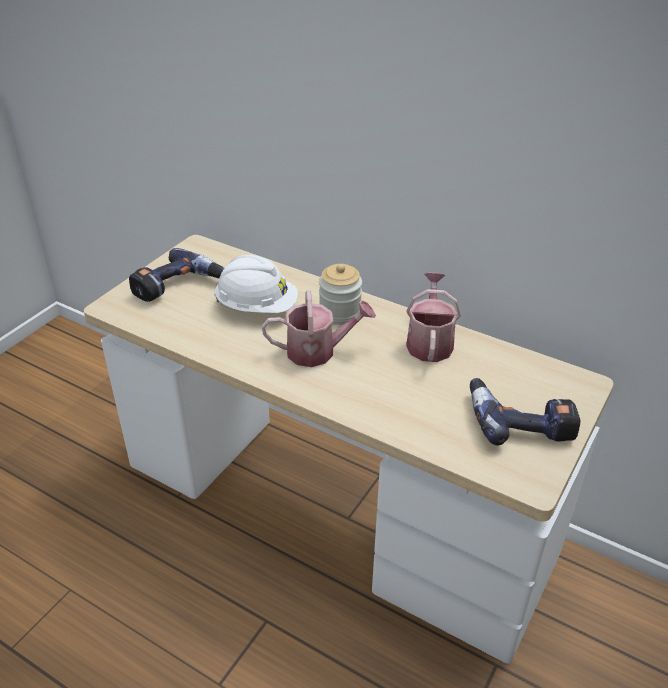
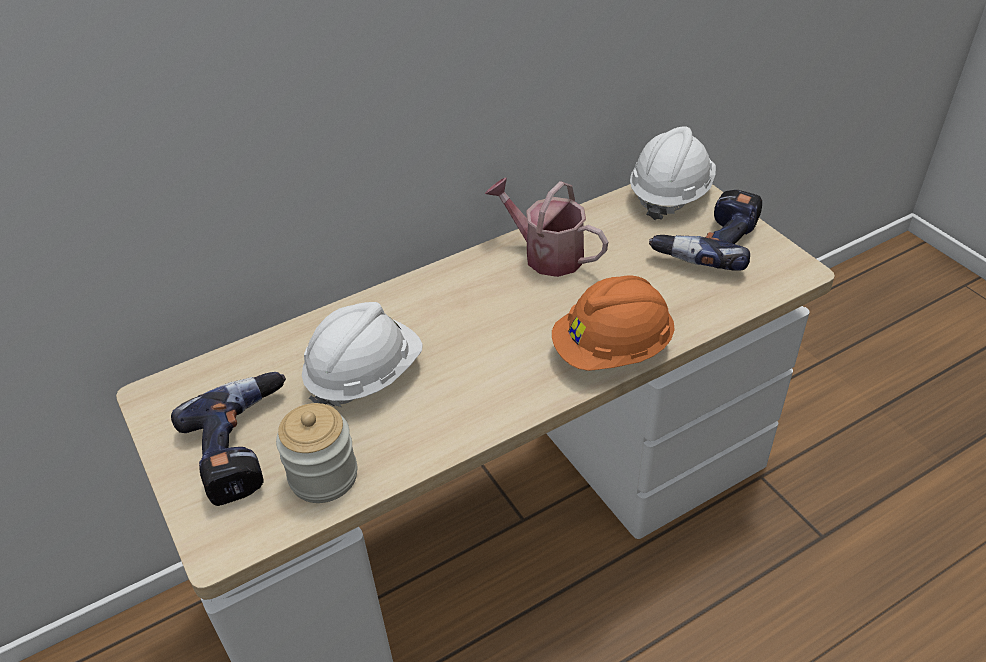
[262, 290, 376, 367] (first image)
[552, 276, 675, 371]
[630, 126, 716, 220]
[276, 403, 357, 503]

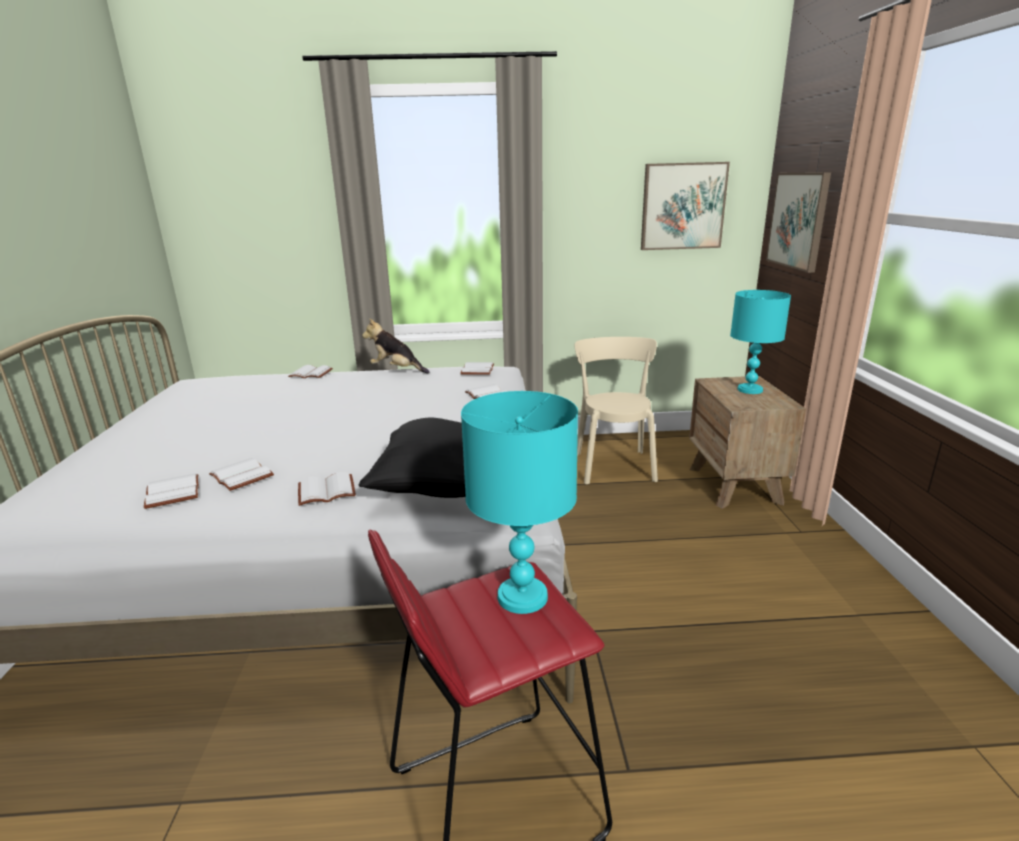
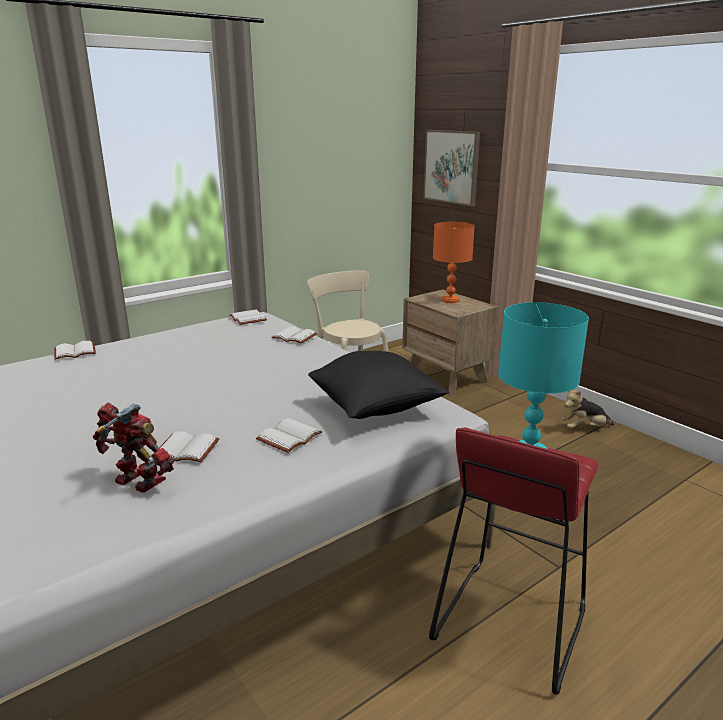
[641, 162, 730, 250] (first image)
[562, 390, 614, 428]
[93, 402, 174, 492]
[433, 222, 474, 303]

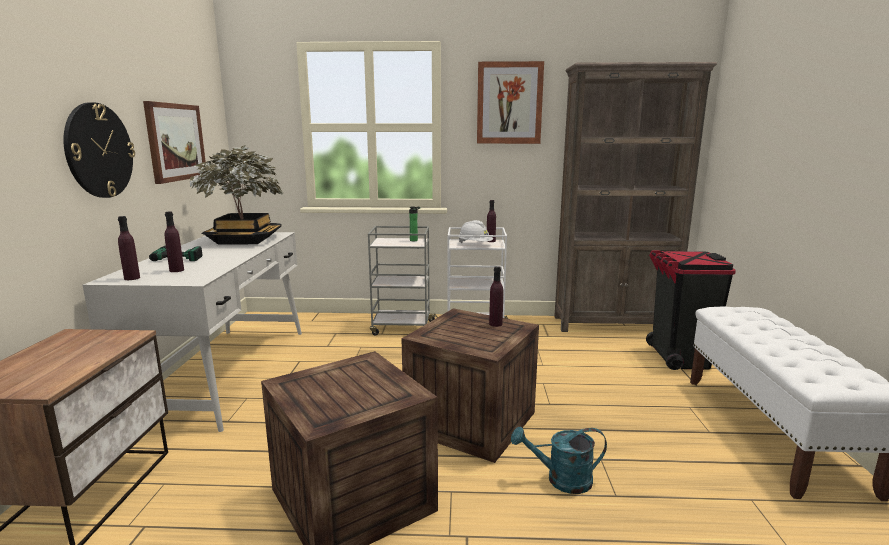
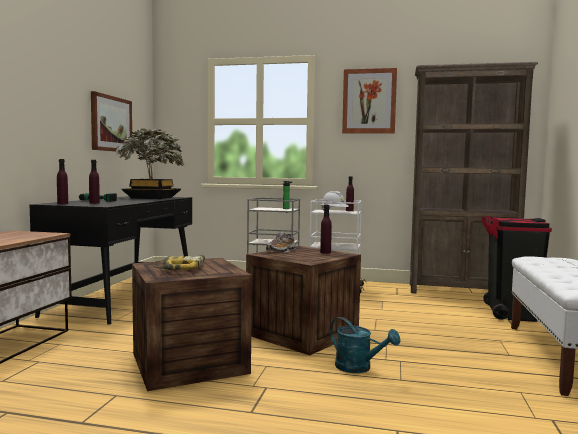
[63, 102, 135, 198] (first image)
[153, 255, 205, 270]
[266, 232, 295, 252]
[30, 196, 192, 325]
[330, 317, 401, 373]

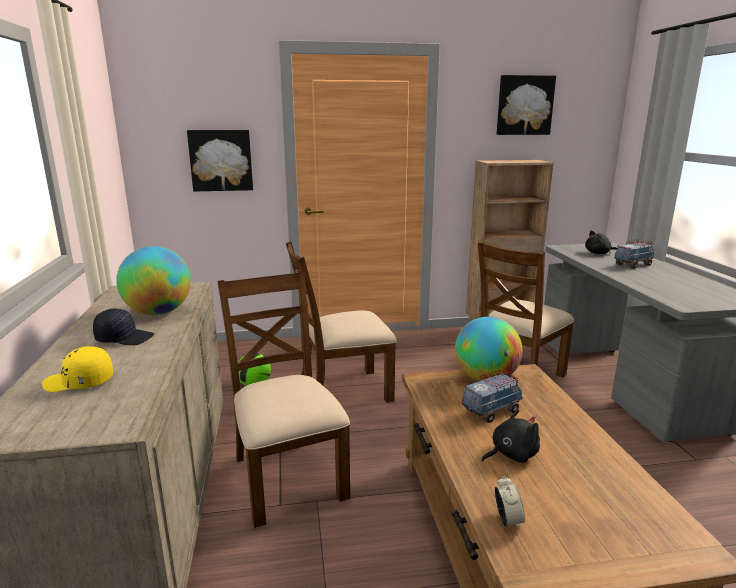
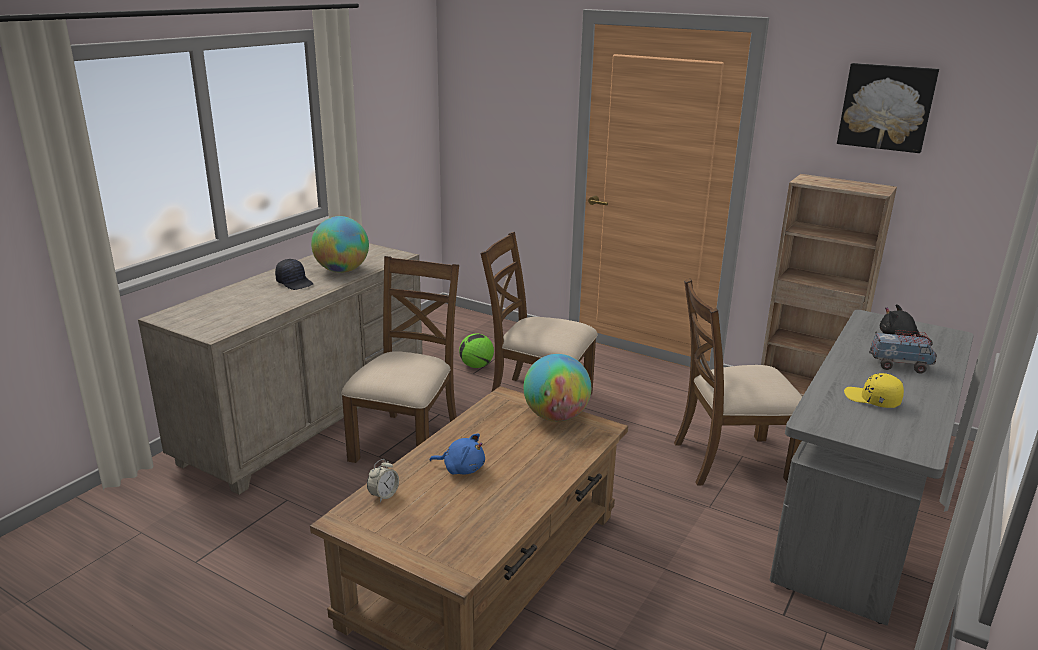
[187, 130, 253, 191] (first image)
[462, 370, 523, 423] (first image)
[844, 373, 904, 408]
[429, 433, 485, 474]

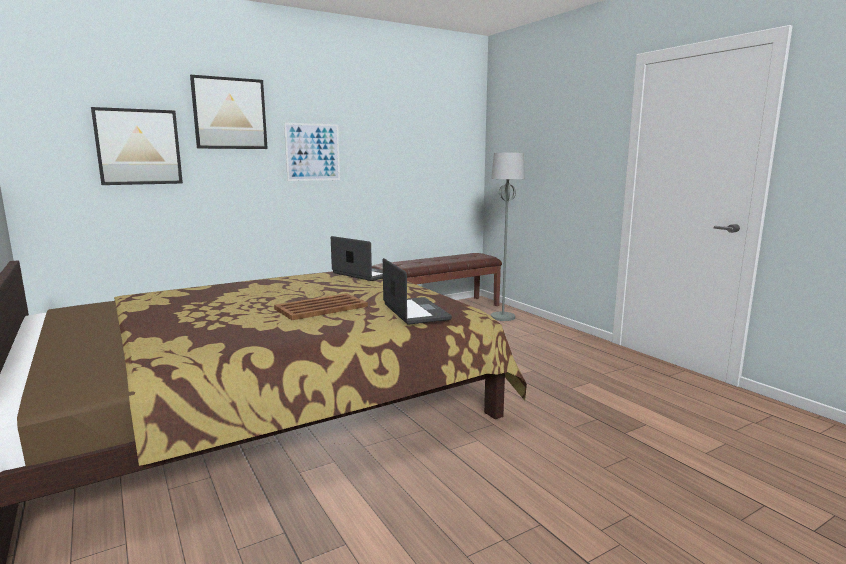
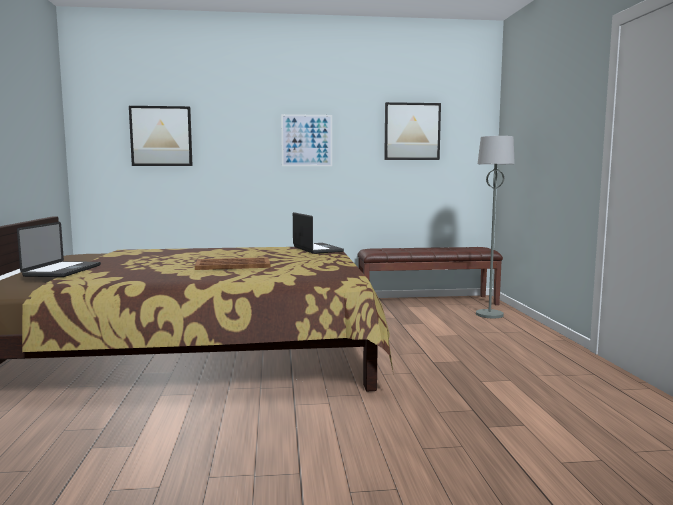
[384, 102, 441, 160]
[17, 222, 101, 277]

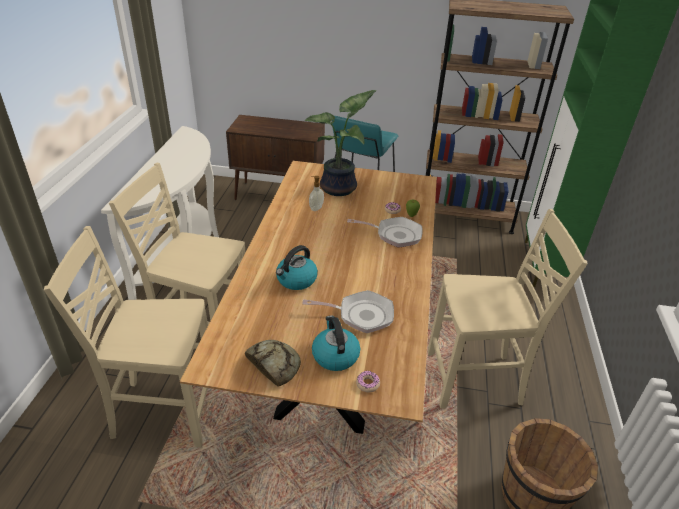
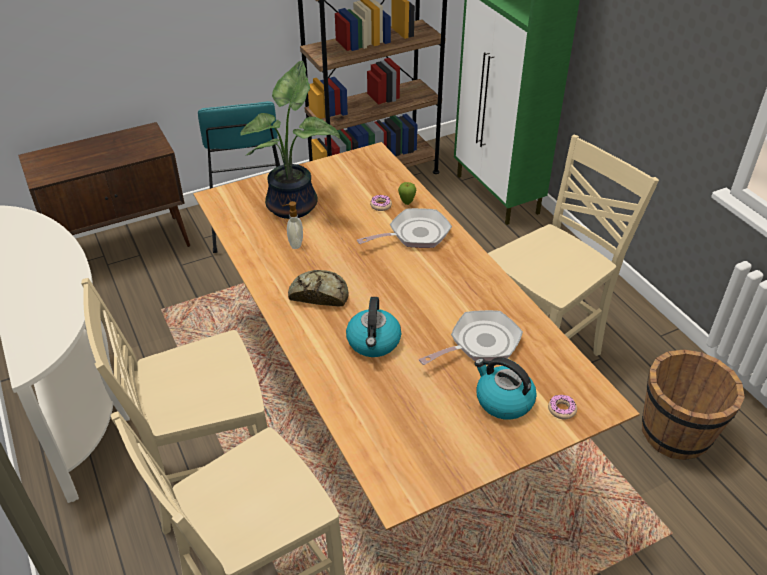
[288, 270, 349, 306]

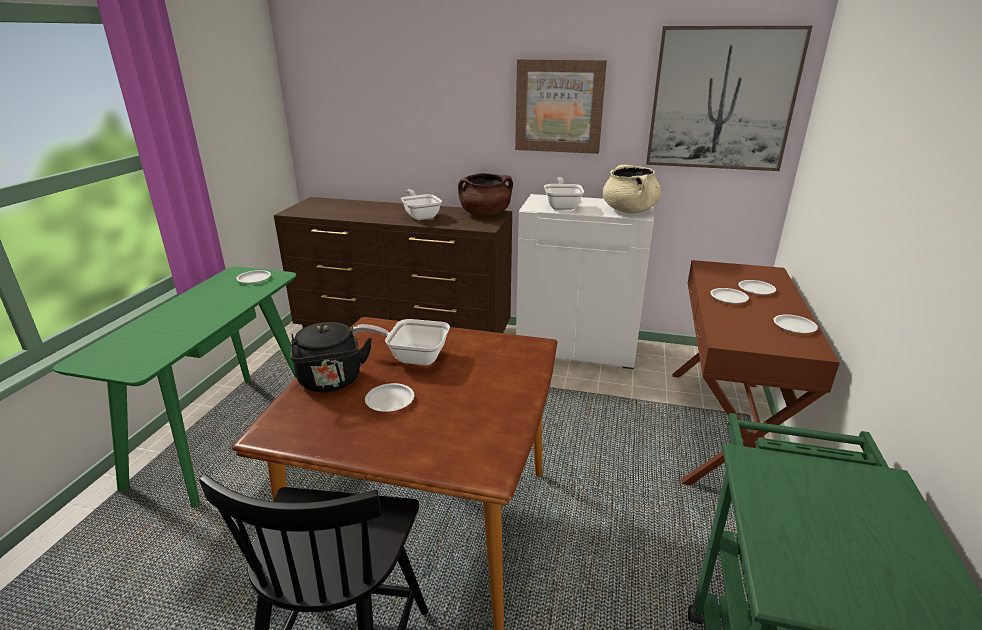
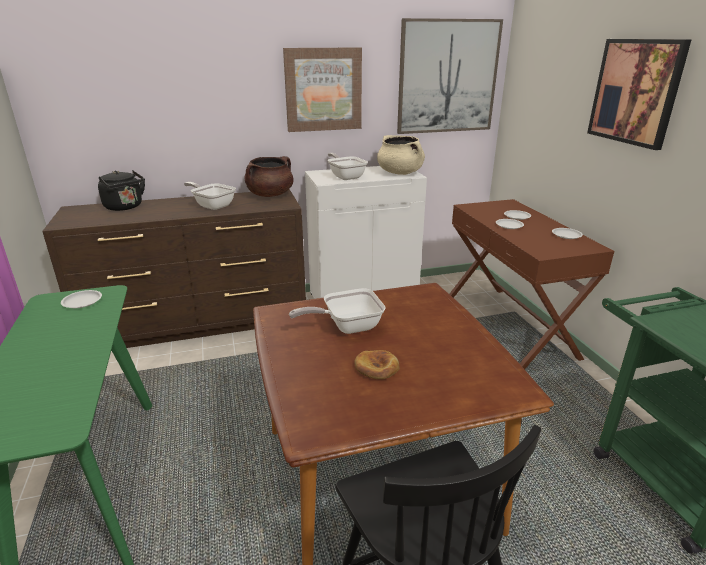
[587, 39, 691, 150]
[98, 170, 145, 211]
[355, 350, 400, 379]

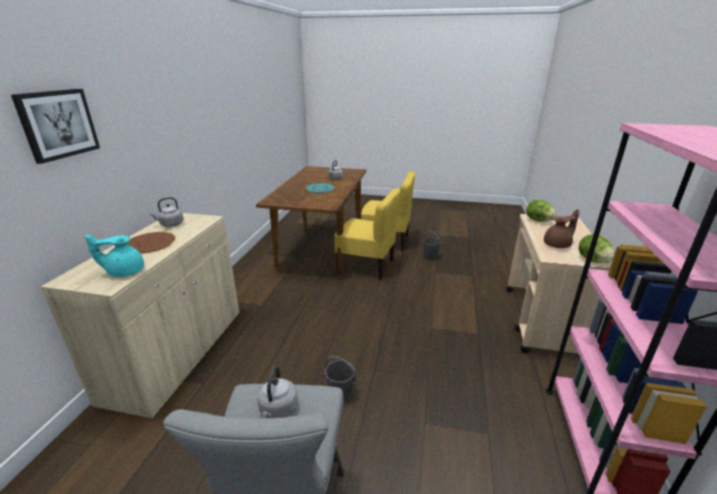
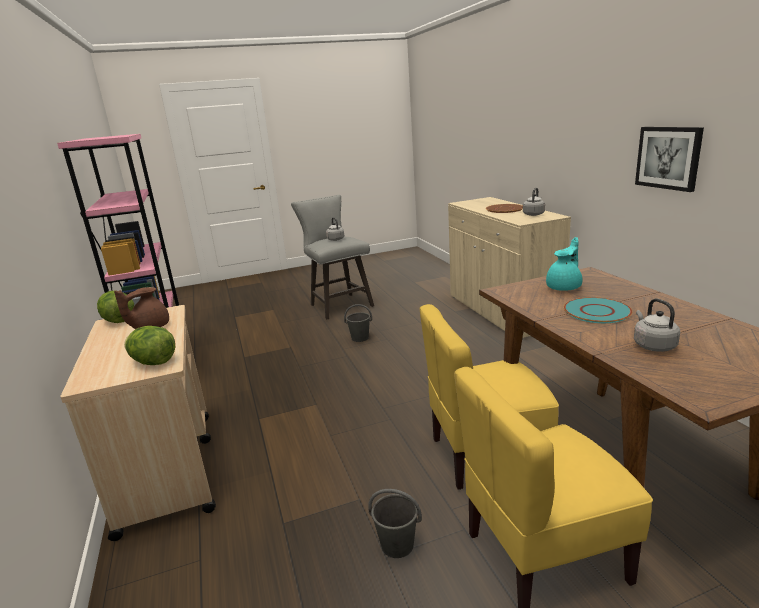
[635, 127, 704, 192]
[546, 237, 583, 291]

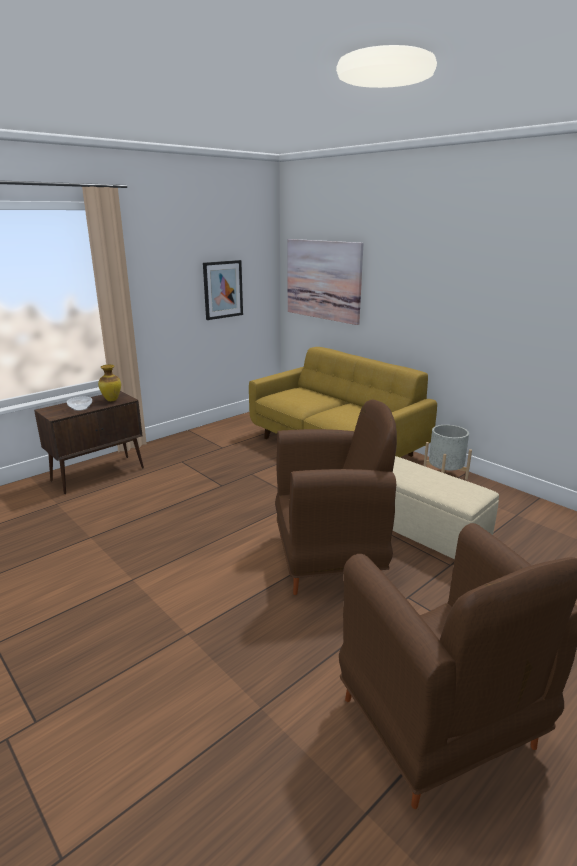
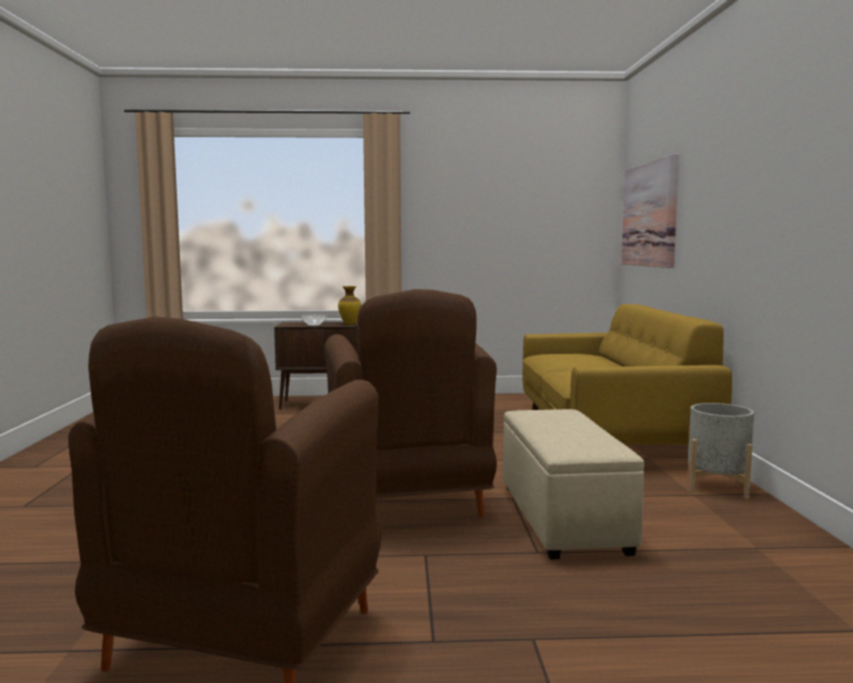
[203, 260, 243, 320] (first image)
[324, 289, 497, 517]

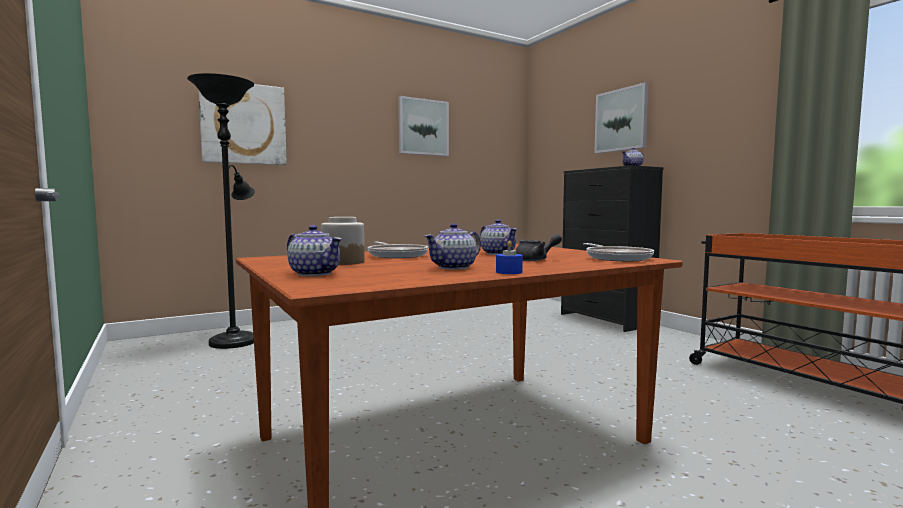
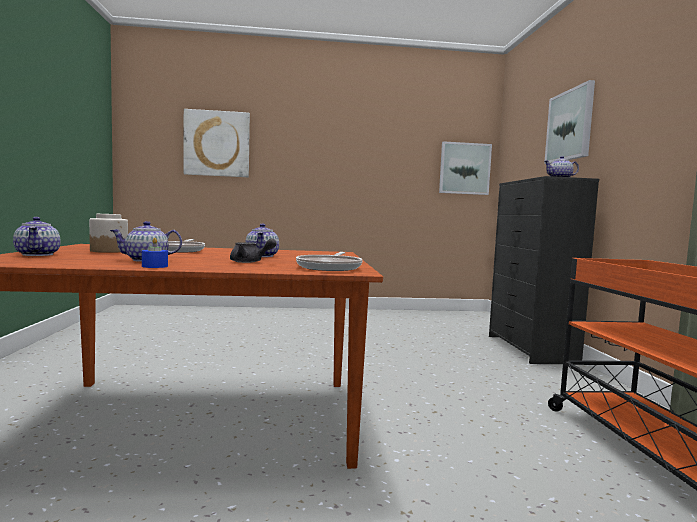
[187, 73, 255, 349] (first image)
[439, 141, 492, 195]

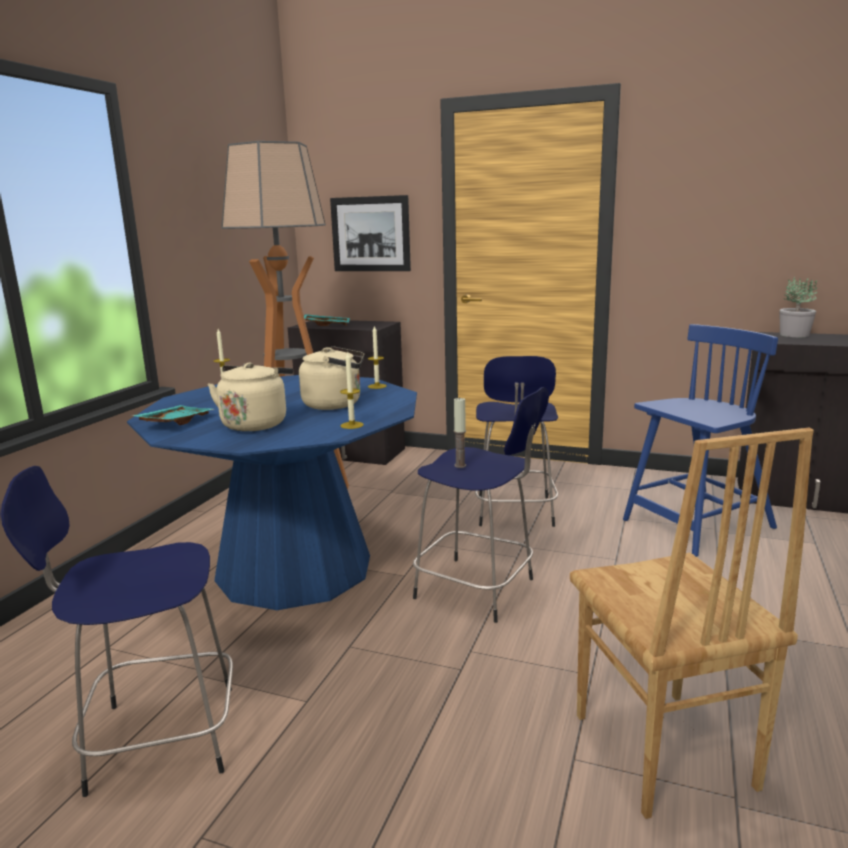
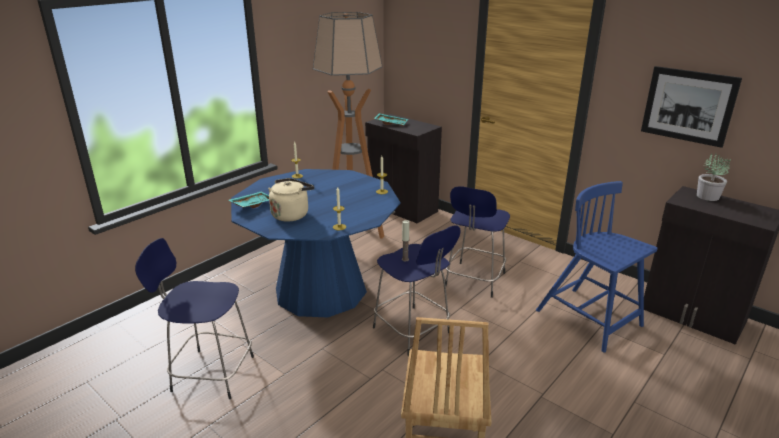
[299, 346, 364, 410] (first image)
[641, 66, 742, 148]
[536, 181, 658, 352]

